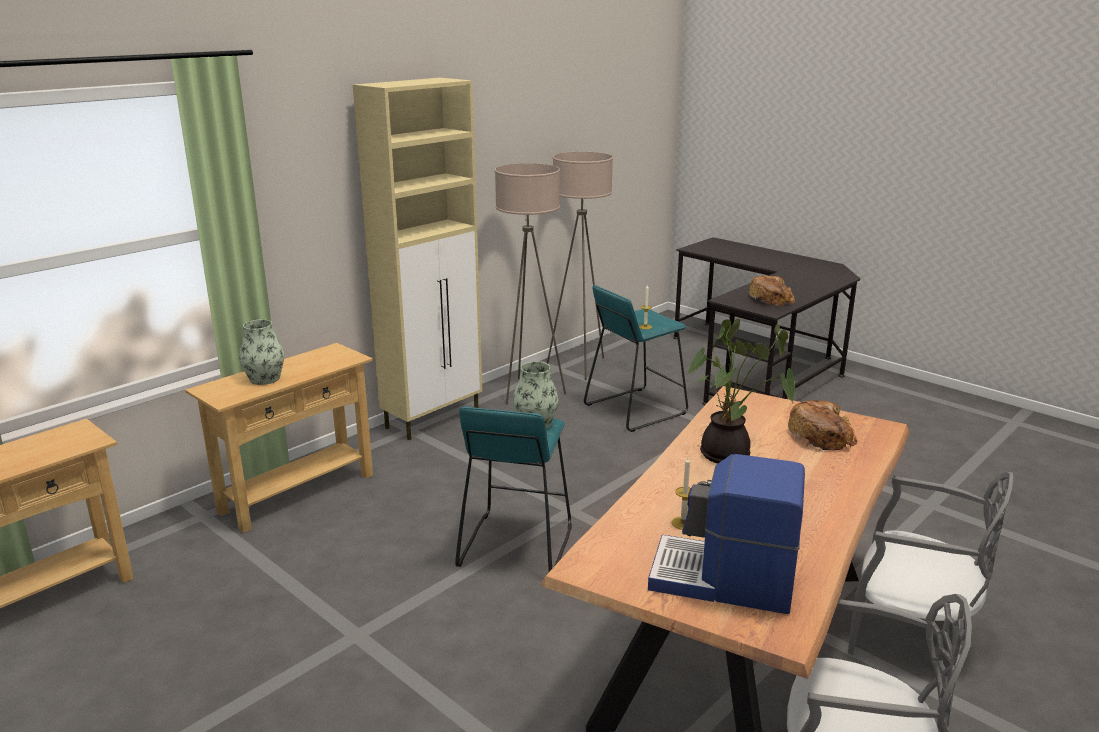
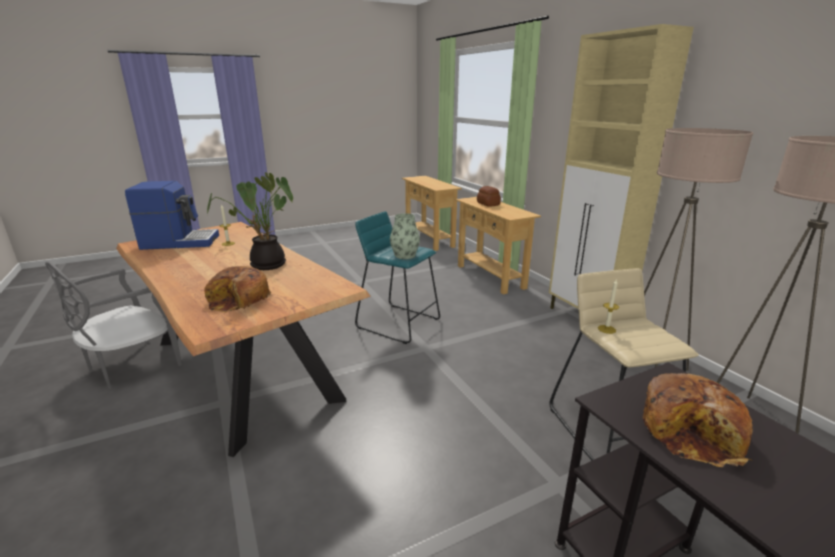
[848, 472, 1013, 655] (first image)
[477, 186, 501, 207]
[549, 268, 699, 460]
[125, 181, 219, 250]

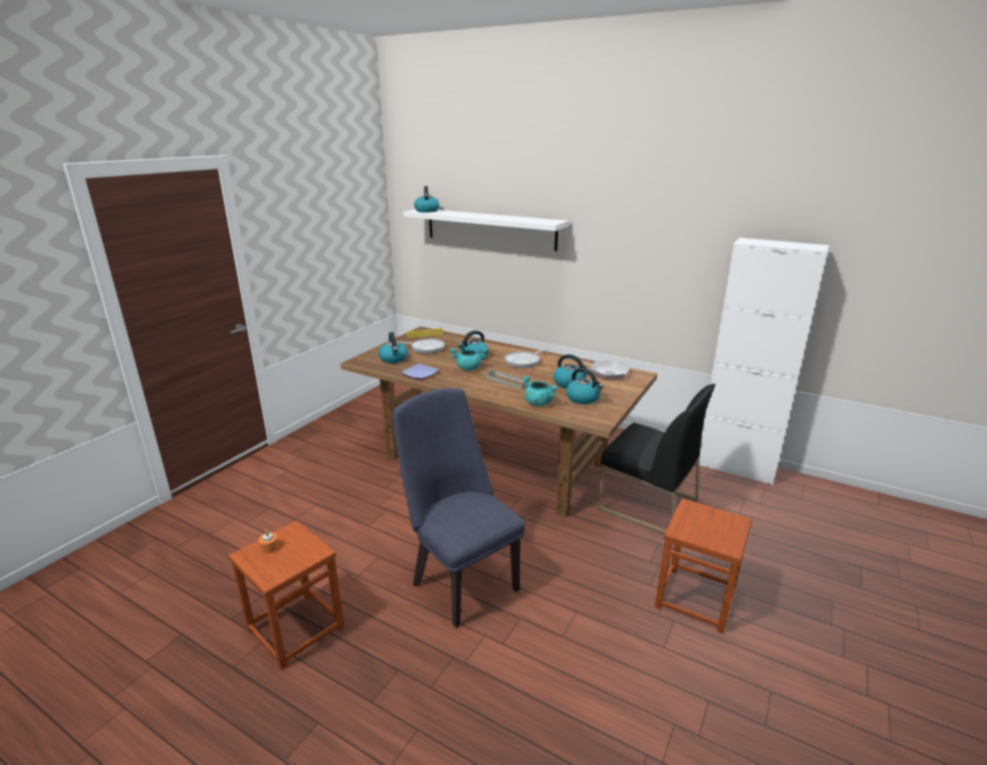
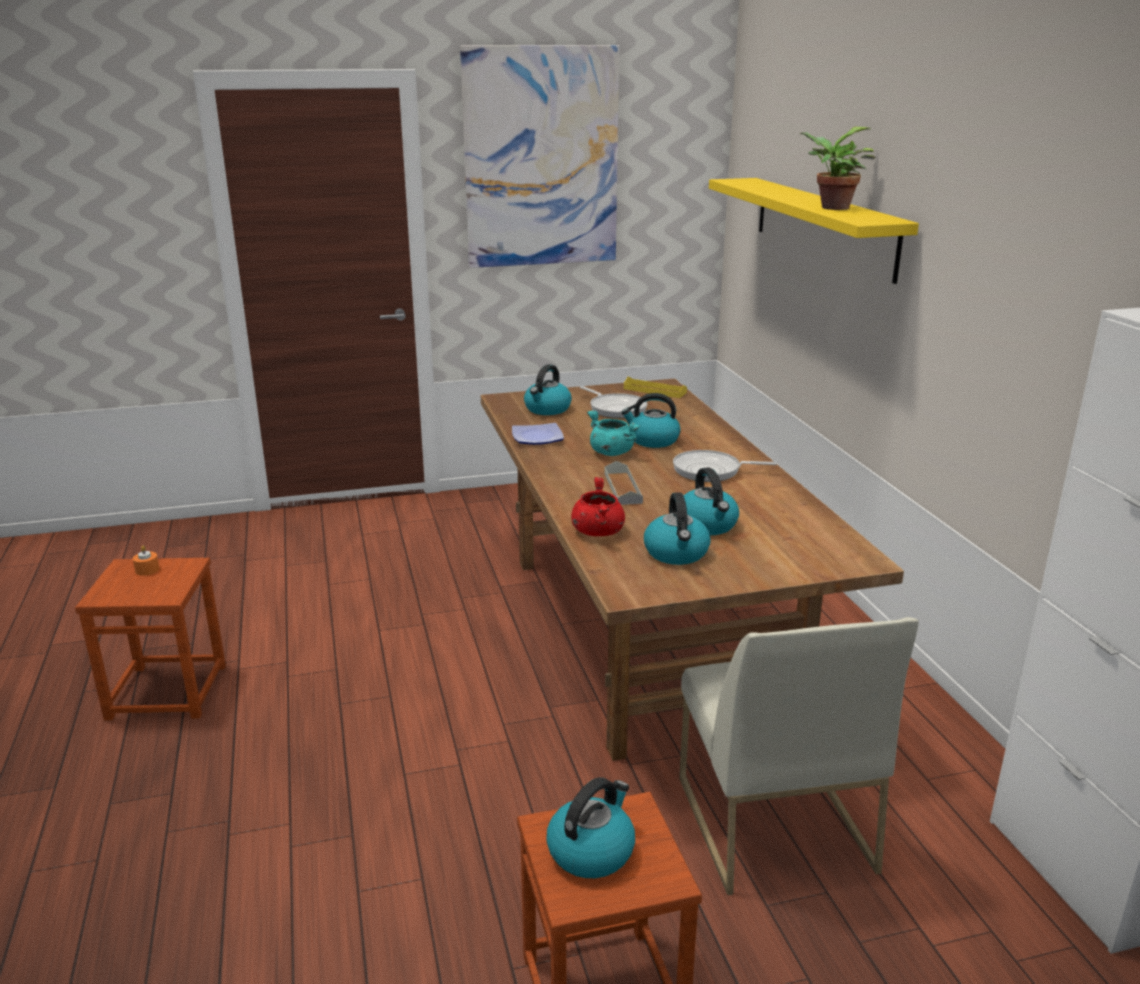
[392, 388, 525, 628] (first image)
[567, 359, 630, 380] (first image)
[460, 45, 620, 268]
[800, 127, 875, 210]
[546, 777, 635, 878]
[709, 178, 919, 284]
[571, 477, 625, 536]
[679, 617, 919, 895]

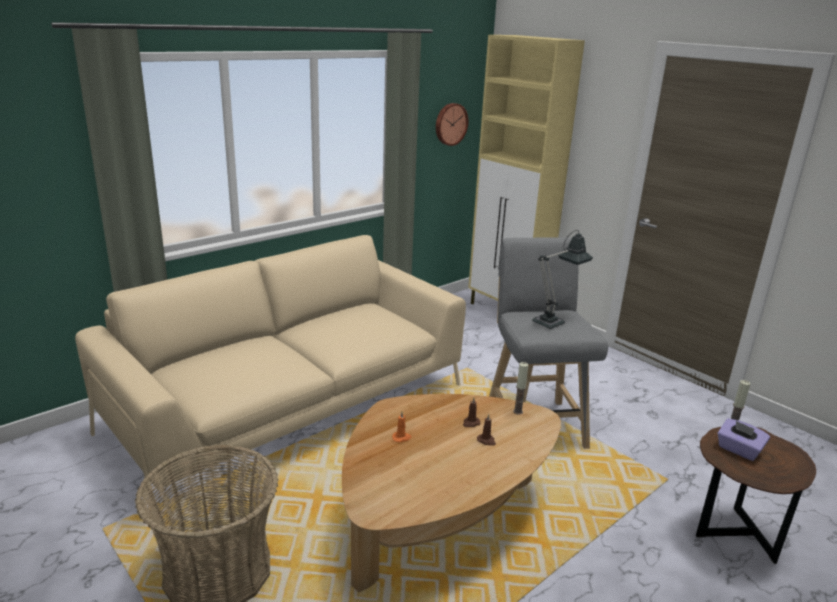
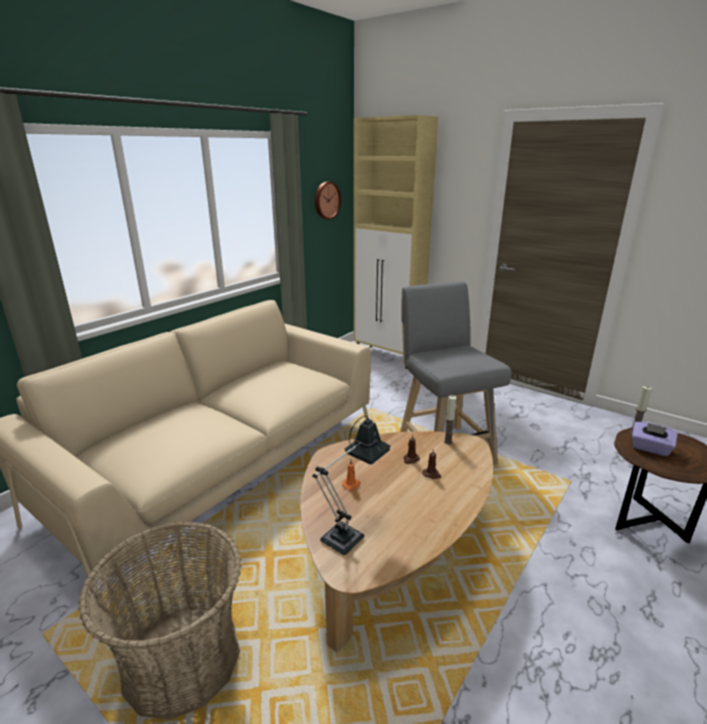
[313, 416, 391, 555]

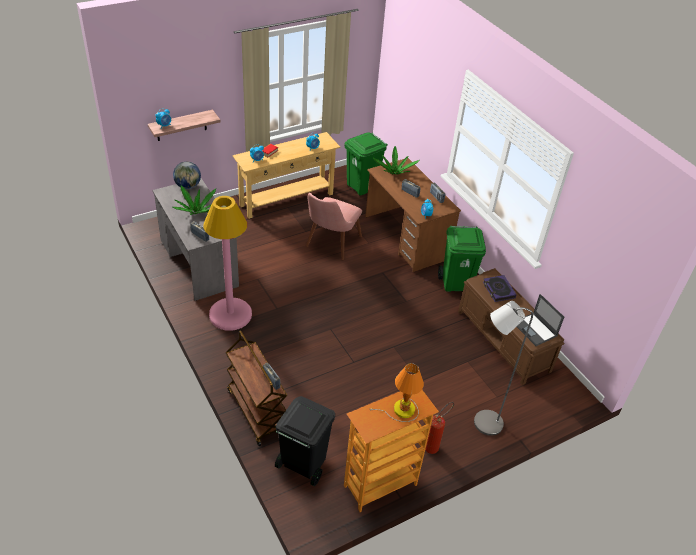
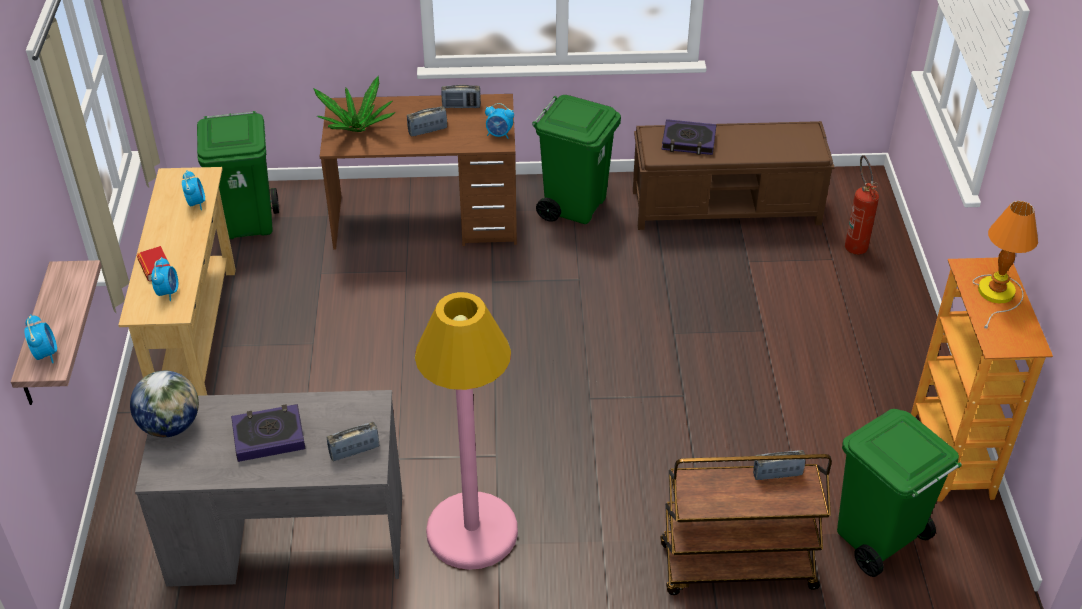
[306, 193, 362, 260] (first image)
[474, 301, 533, 436] (first image)
[517, 294, 564, 346] (first image)
[845, 155, 879, 255]
[231, 404, 305, 462]
[837, 409, 962, 577]

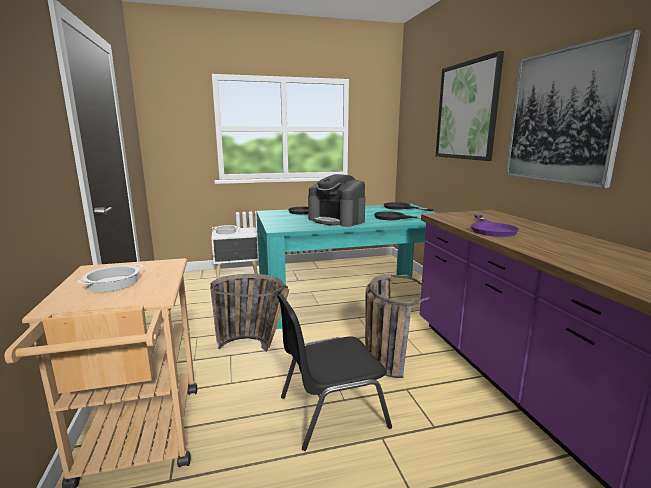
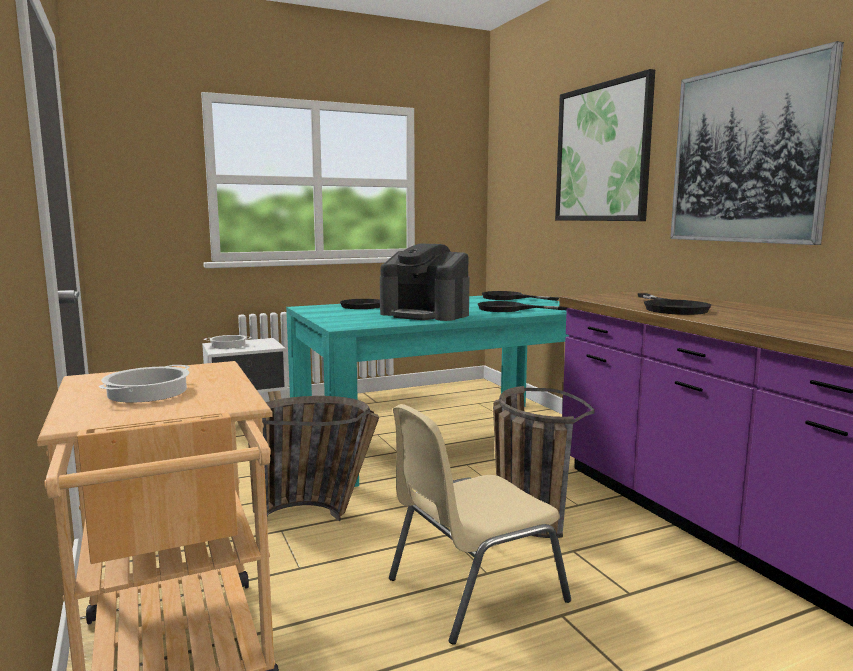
[389, 404, 571, 645]
[638, 293, 711, 315]

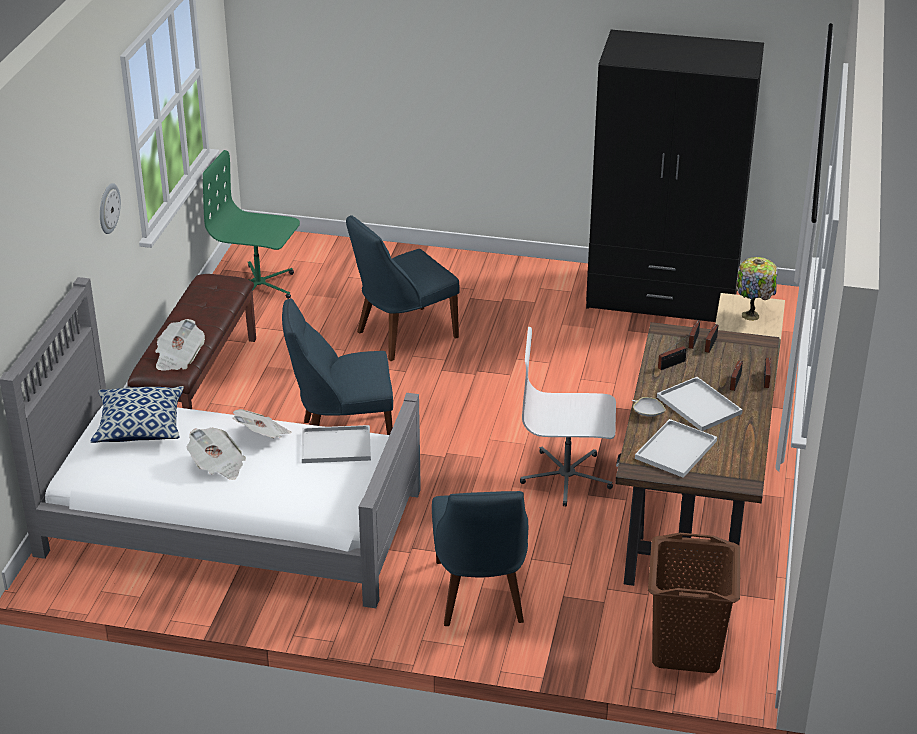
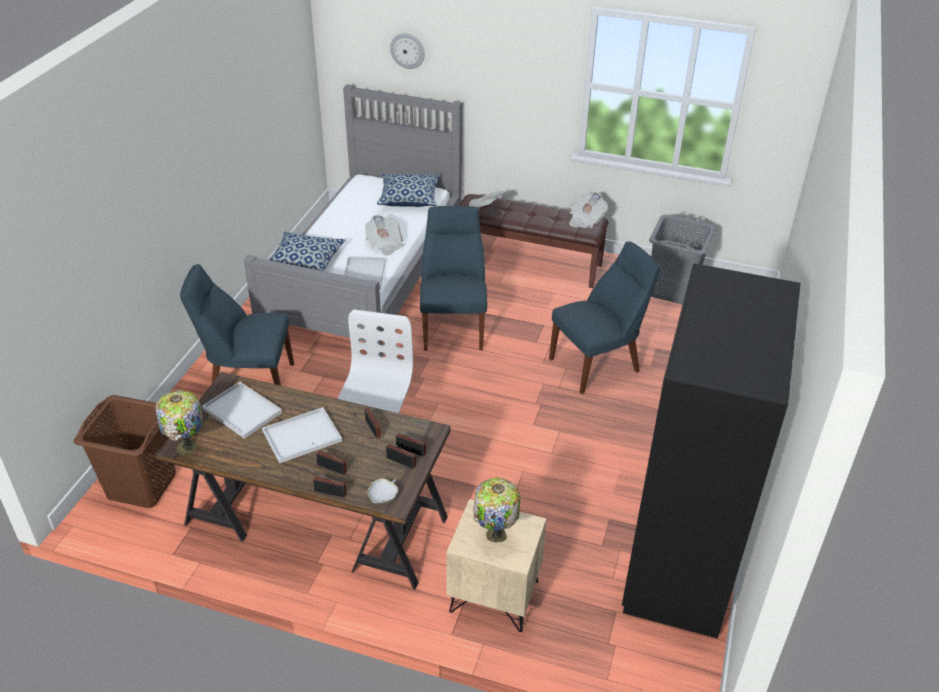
[155, 390, 203, 455]
[269, 232, 345, 271]
[390, 33, 425, 69]
[569, 192, 608, 228]
[368, 479, 398, 503]
[649, 214, 716, 305]
[549, 242, 661, 394]

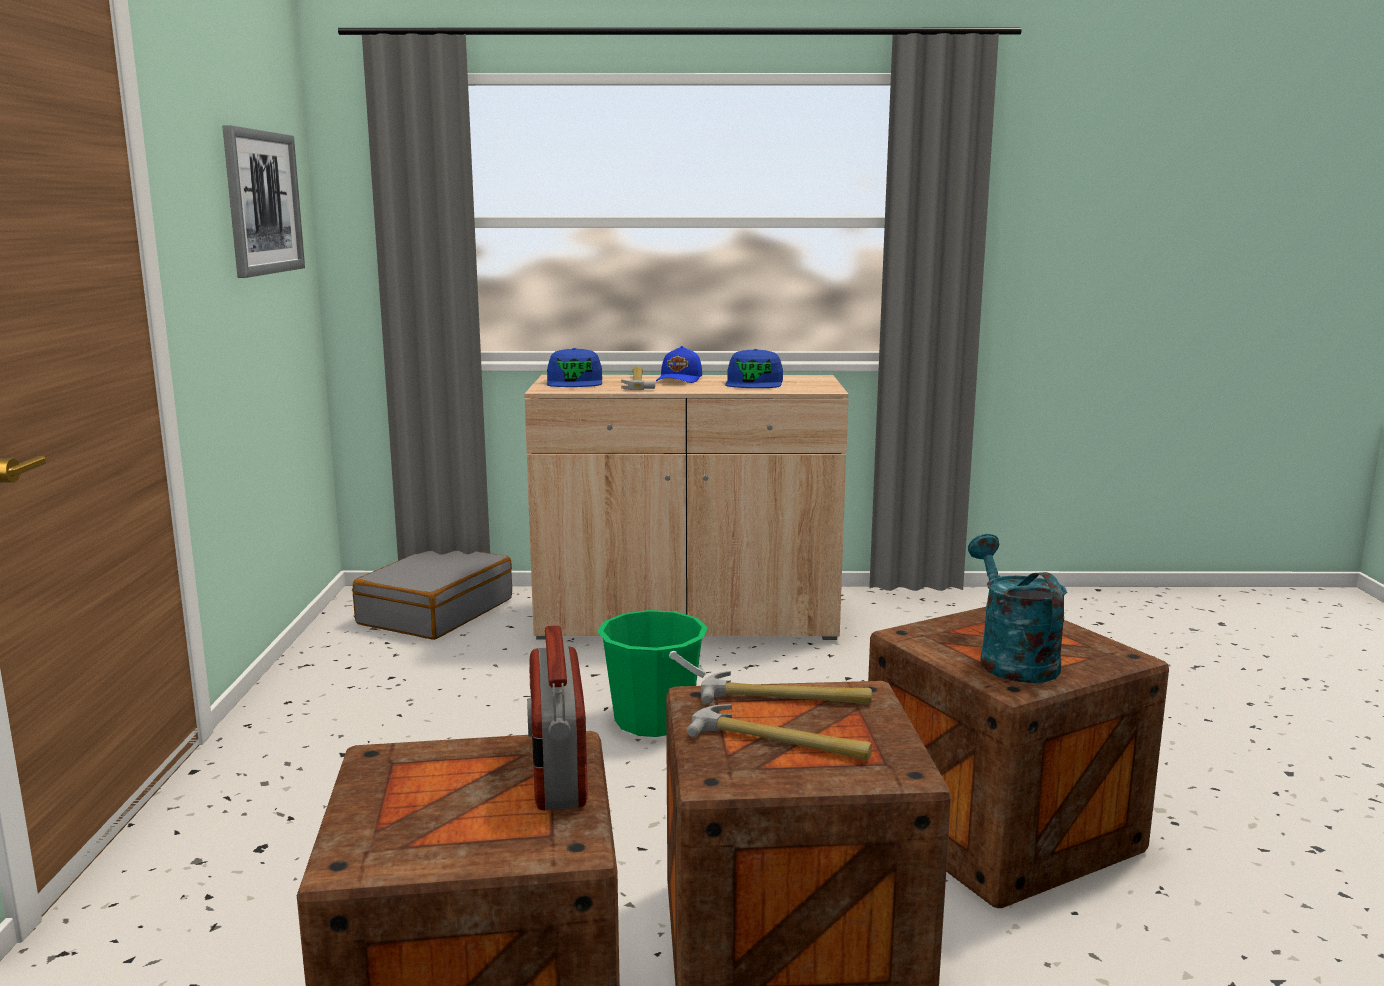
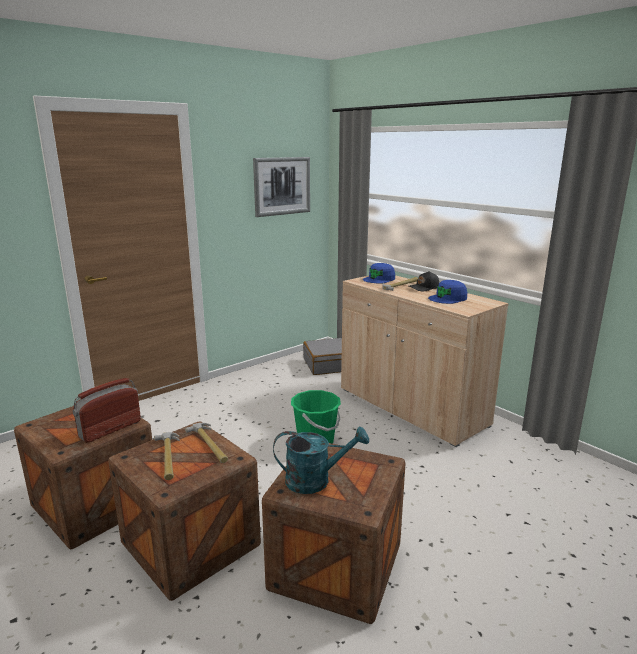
[408, 271, 439, 291]
[273, 427, 369, 494]

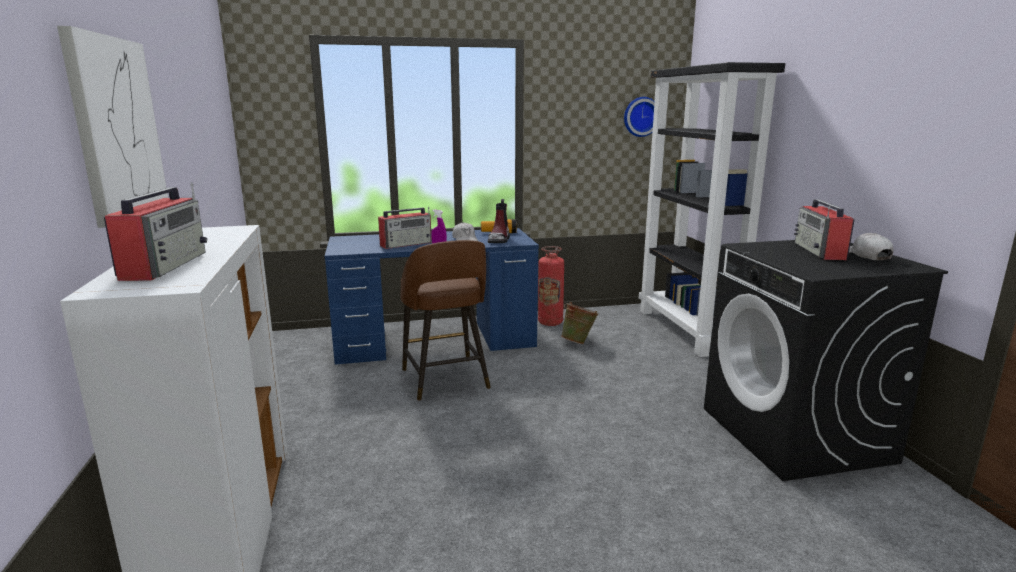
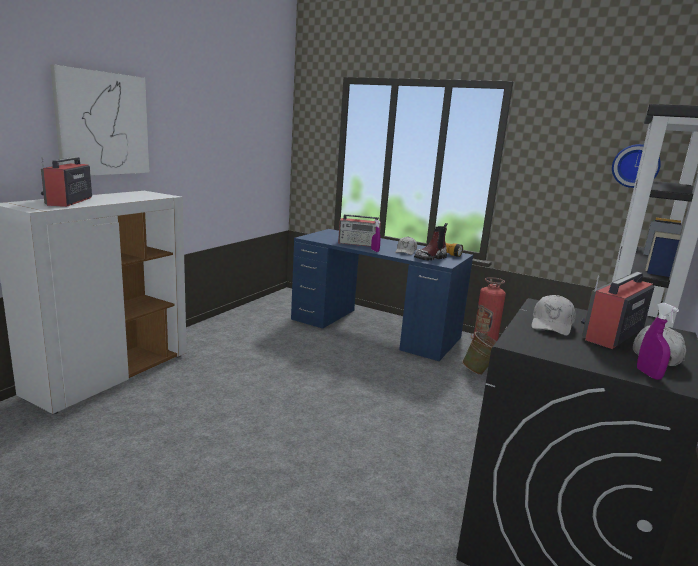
[400, 240, 491, 401] (first image)
[531, 295, 576, 336]
[637, 303, 679, 380]
[41, 157, 92, 207]

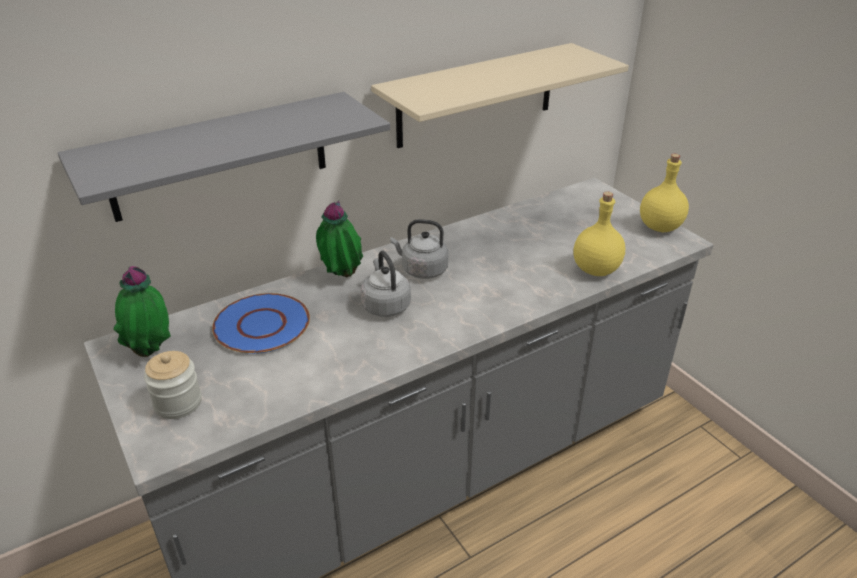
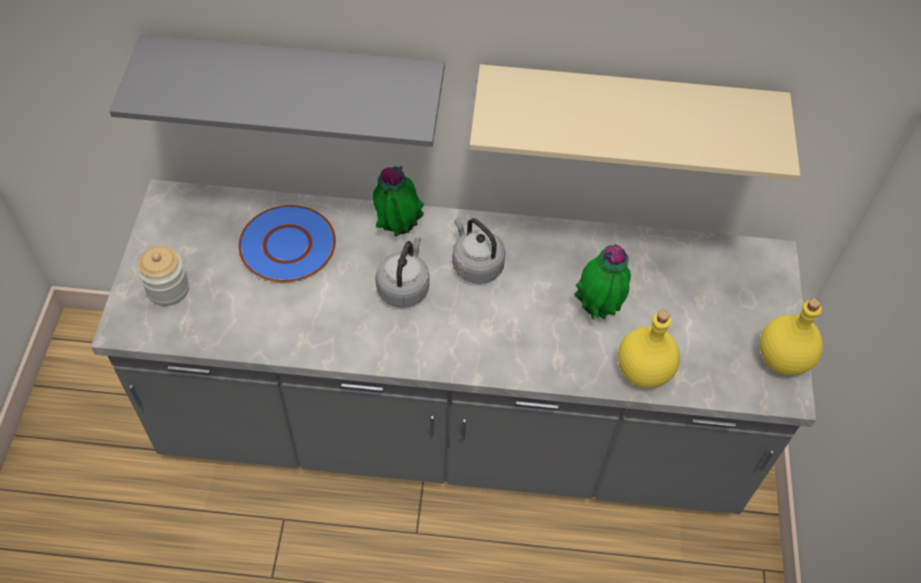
[574, 244, 631, 320]

